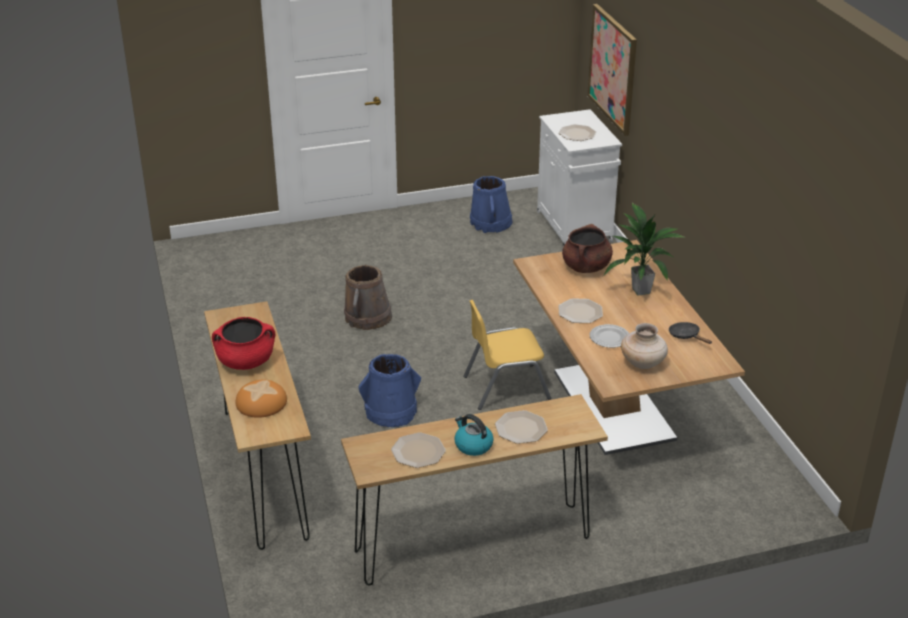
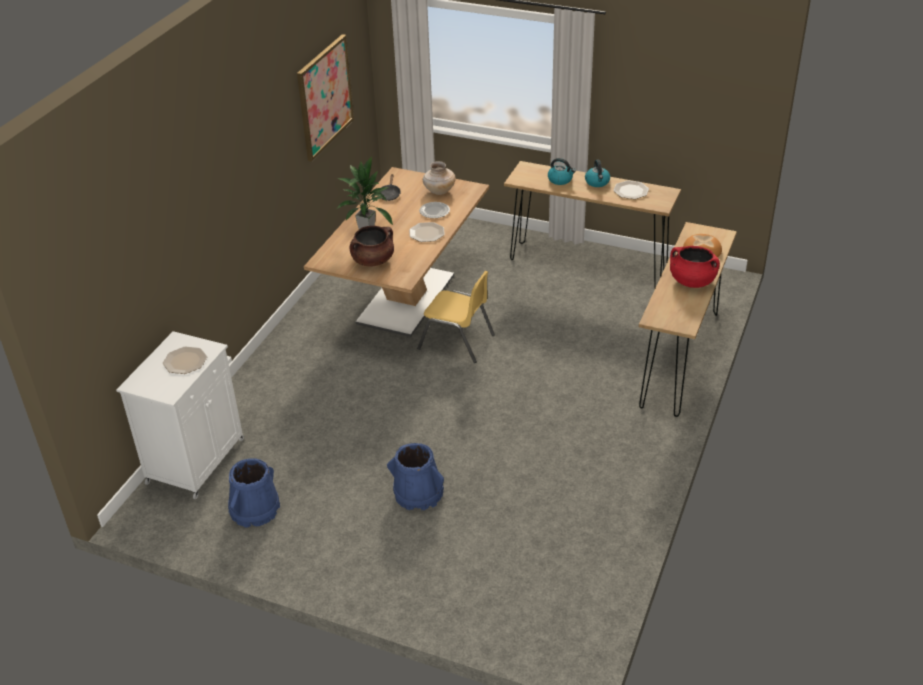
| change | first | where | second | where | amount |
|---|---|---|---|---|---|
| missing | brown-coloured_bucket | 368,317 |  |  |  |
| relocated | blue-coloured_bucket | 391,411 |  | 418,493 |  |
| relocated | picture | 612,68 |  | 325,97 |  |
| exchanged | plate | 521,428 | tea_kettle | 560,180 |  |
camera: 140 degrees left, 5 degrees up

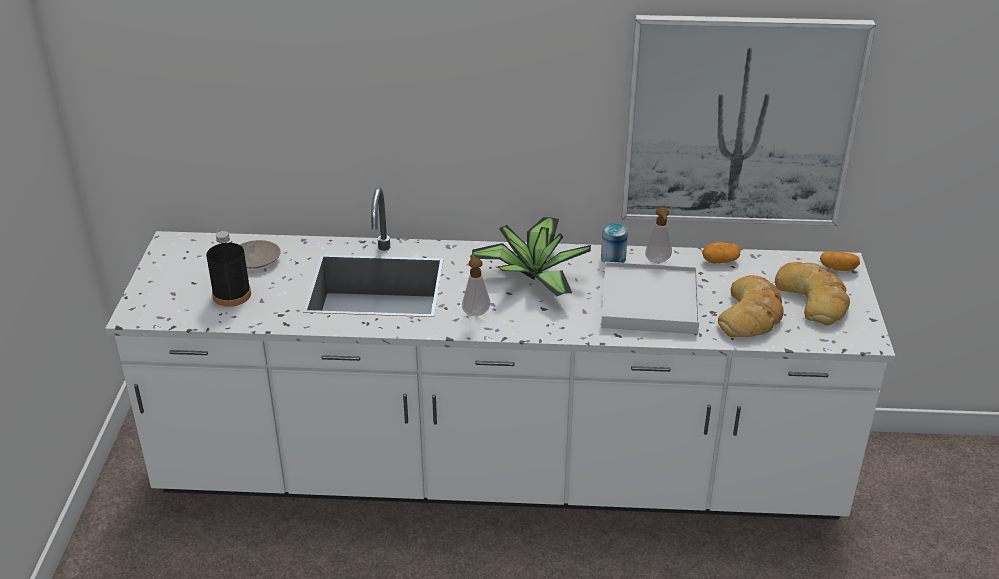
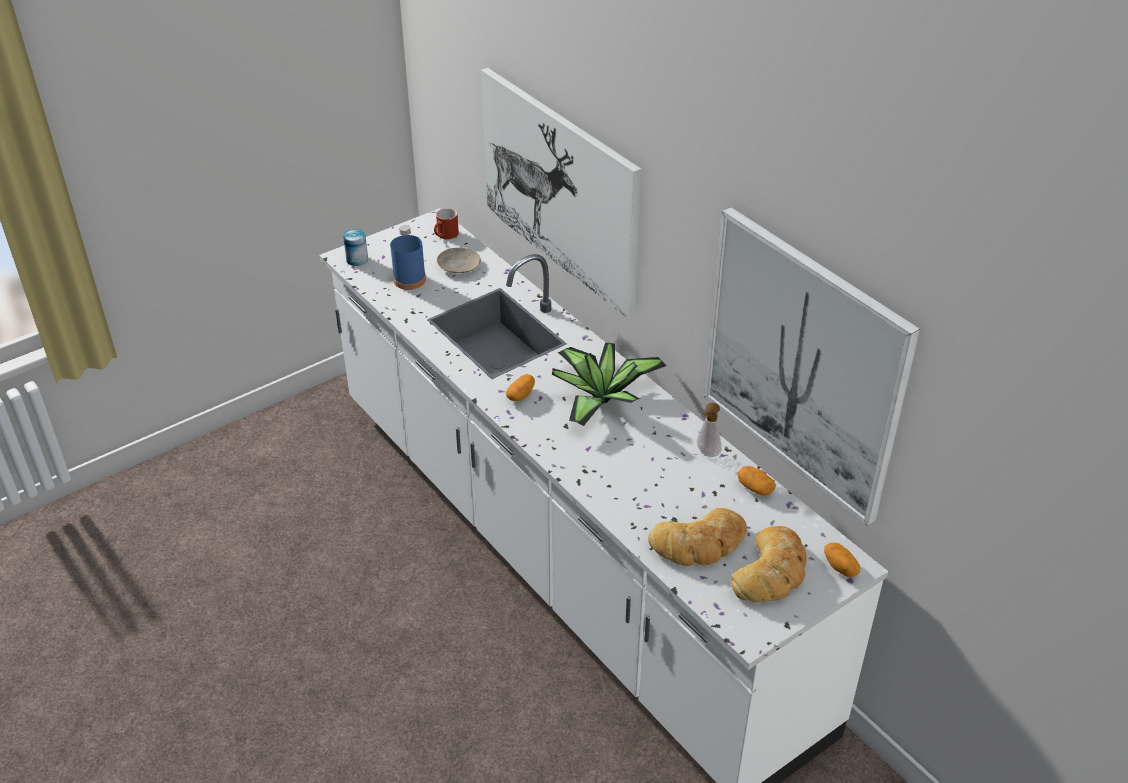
| change | first | where | second | where | amount |
|---|---|---|---|---|---|
| missing | white_carrying_tray | 649,303 |  |  |  |
| appeared |  |  | red_tea_mug | 446,236 |  |
| appeared |  |  | picture | 560,189 |  |
| relocated | metal_can | 613,258 |  | 357,259 |  |
| exchanged | soap_dispenser | 475,312 | spud | 521,395 |  |
| colour | blackish_bottle | 232,295 | blue-coloured_bottle | 409,280 |  |
camera: 50 degrees right, 5 degrees up

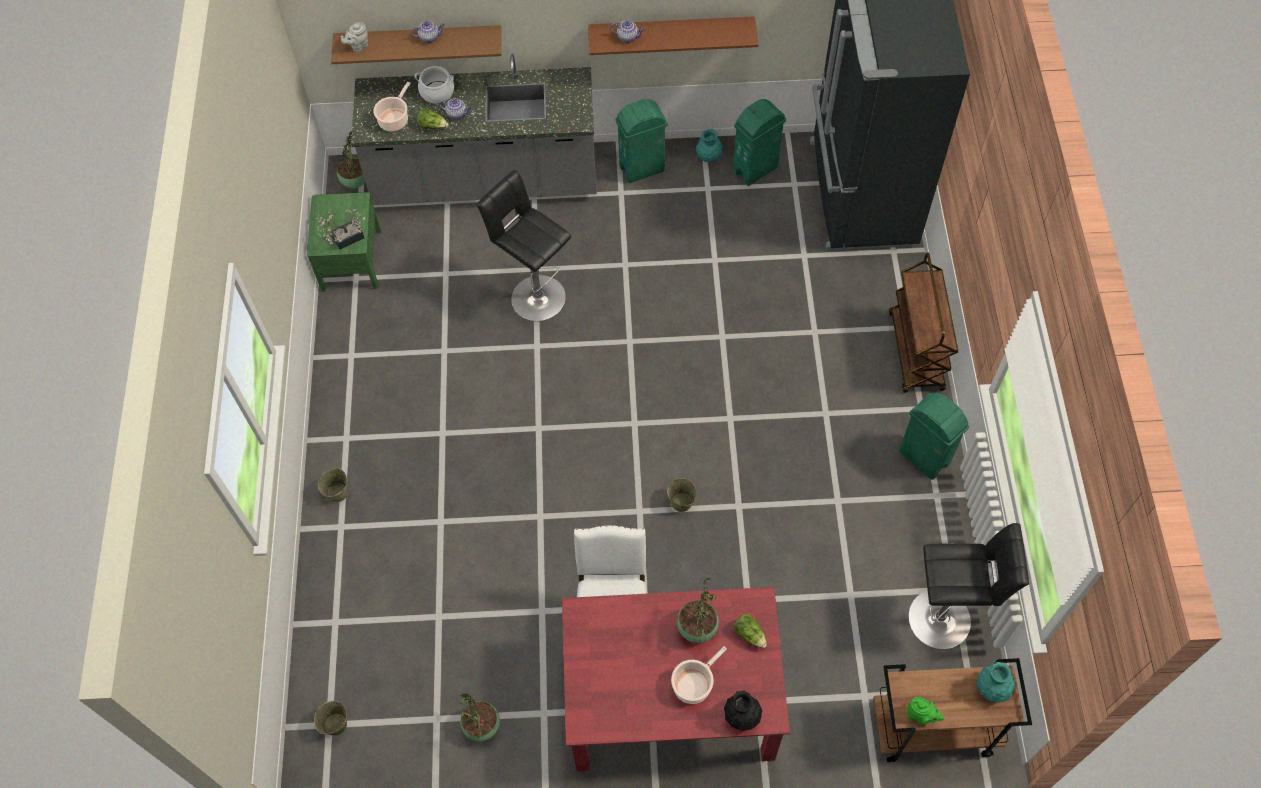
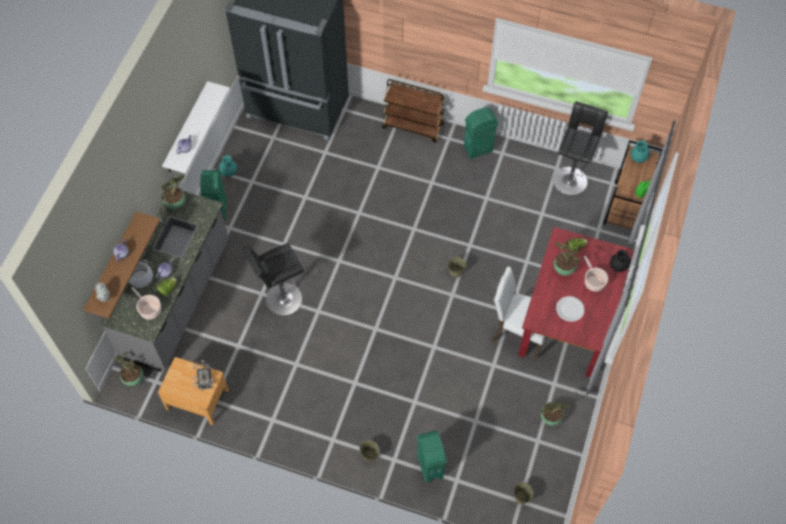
| change | first | where | second | where | amount |
|---|---|---|---|---|---|
| appeared |  |  | houseplant | 176,203 |  |
| appeared |  |  | white_plate | 570,309 |  |
| relocated | greenish_rubbish_bin | 755,169 |  | 430,466 |  |
| colour | greenish_bedside_table | 351,260 | brown-coloured_bedside_table | 197,399 |  |
| colour | brown-coloured_shelf | 671,32 | white_shelf | 186,128 |  |
camera: 70 degrees left, 0 degrees up

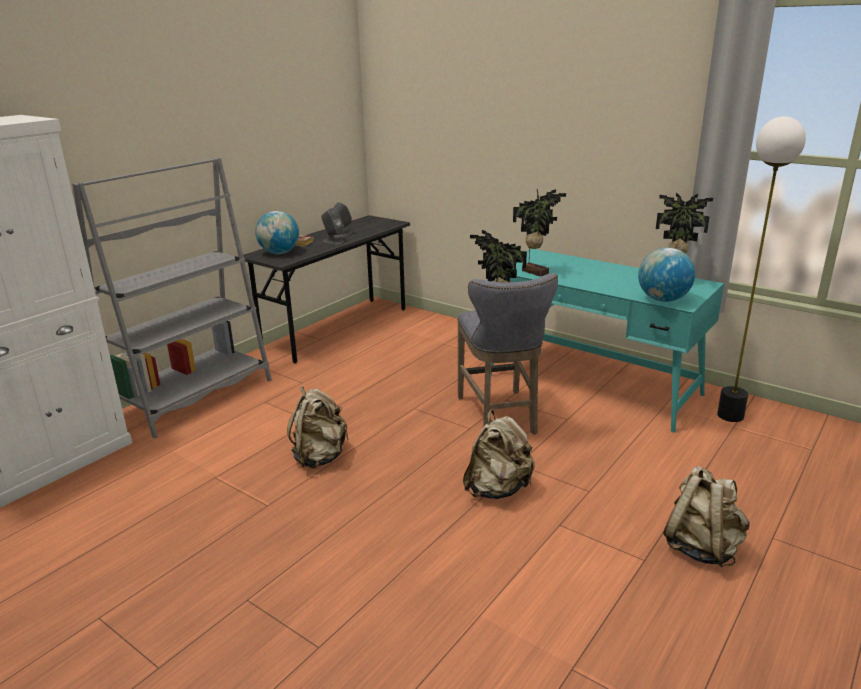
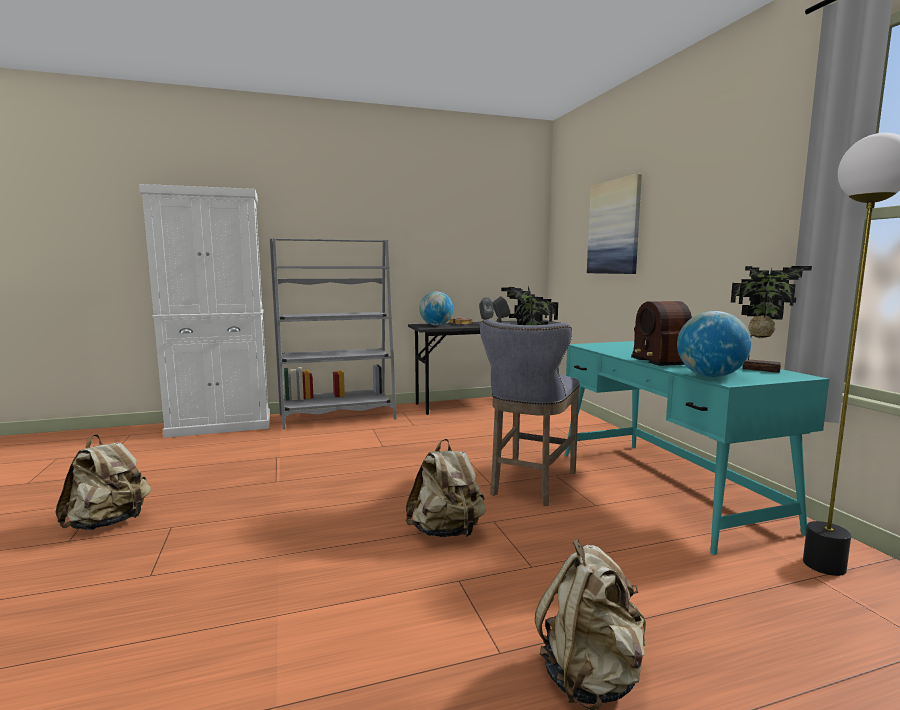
| change | first | where | second | where | amount |
|---|---|---|---|---|---|
| missing | houseplant | 535,272 |  |  |  |
| appeared |  |  | picture | 614,227 |  |
| appeared |  |  | radio_receiver | 666,360 |  |
| relocated | sand-coloured_knapsack | 320,457 |  | 109,523 |  |
camera: 35 degrees right, 15 degrees down

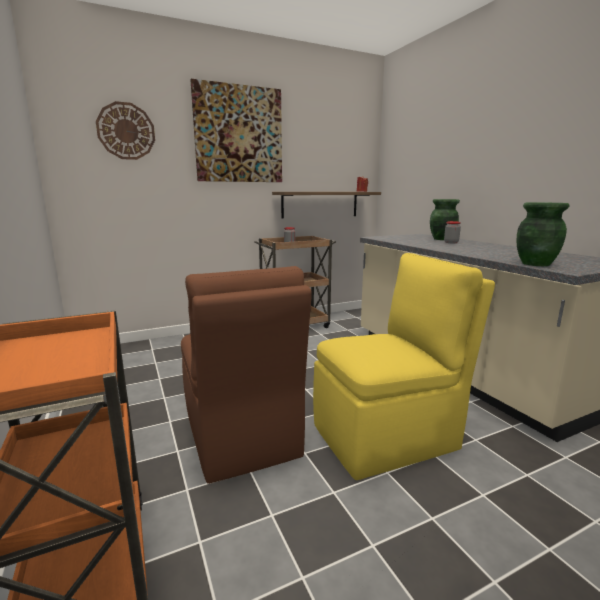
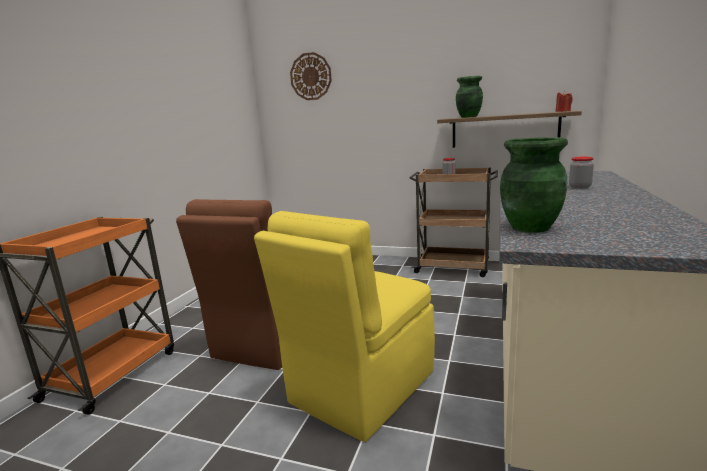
| change | first | where | second | where | amount |
|---|---|---|---|---|---|
| missing | picture | 239,134 |  |  |  |
| relocated | greenish_flower_vase | 442,239 |  | 468,117 |  |
| spun | yellow-coloured_upright_chair | 388,436 |  | 360,388 | 105 degrees clockwise |
camera: 45 degrees right, 0 degrees up

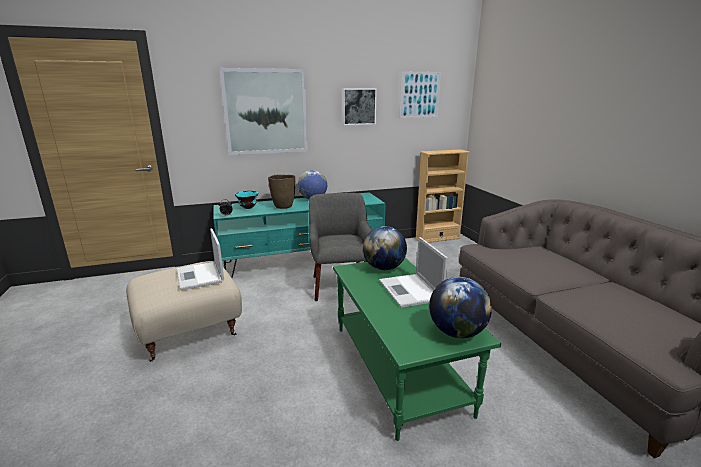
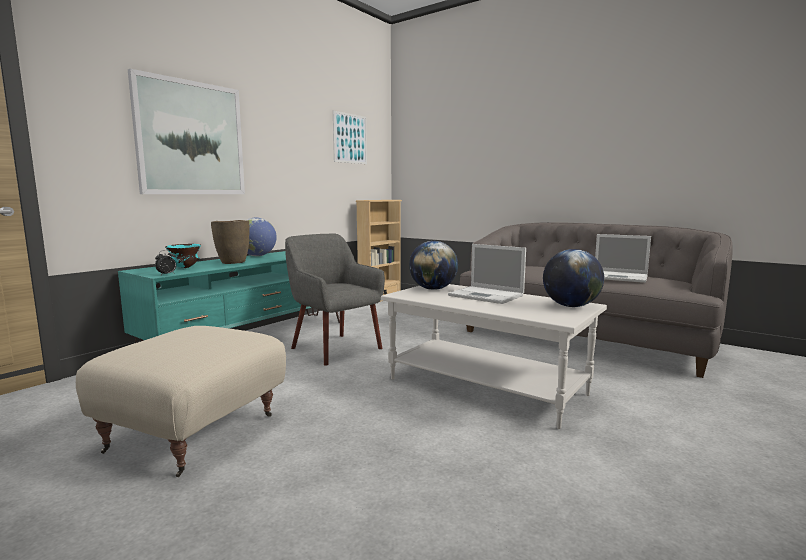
| change | first | where | second | where | amount |
|---|---|---|---|---|---|
| missing | picture | 358,106 |  |  |  |
| relocated | portable_computer | 200,276 |  | 619,277 |  |
| colour | greenish_lounge_table | 399,368 | white_lounge_table | 487,386 |  |
camera: 35 degrees left, 10 degrees down

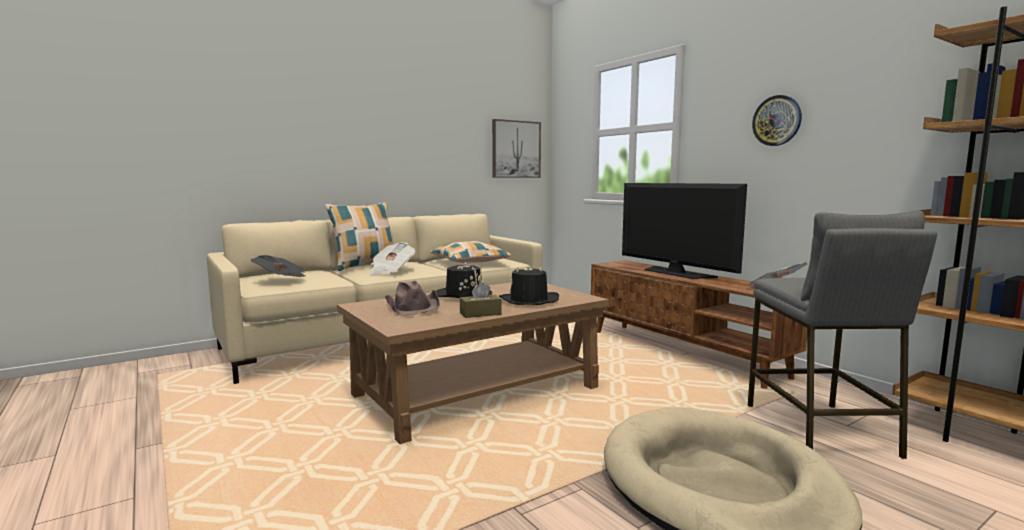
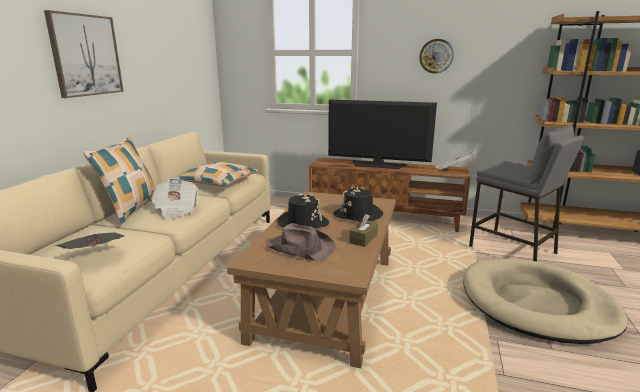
| change | first | where | second | where | amount |
|---|---|---|---|---|---|
| relocated | picture | 516,149 |  | 85,55 |  |
camera: 40 degrees left, 10 degrees up

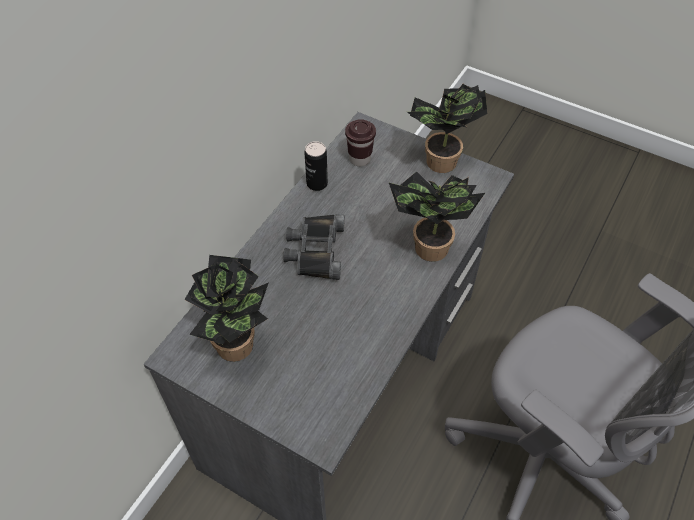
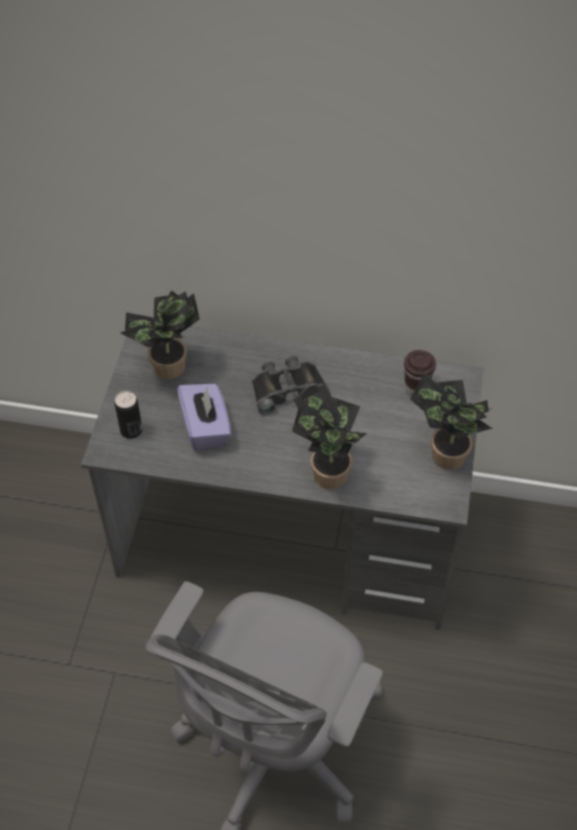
| change | first | where | second | where | amount |
|---|---|---|---|---|---|
| appeared |  |  | purple_tissue_box | 205,428 |  |
| relocated | metal_can | 317,183 |  | 131,430 |  |
camera: 70 degrees right, 0 degrees up

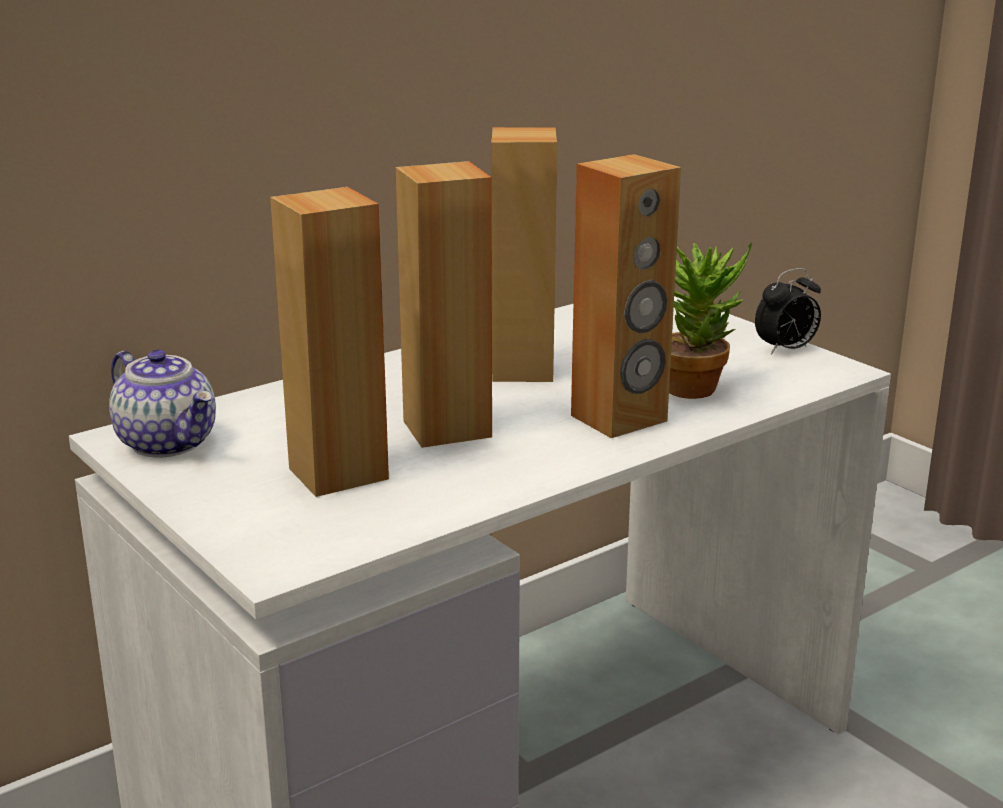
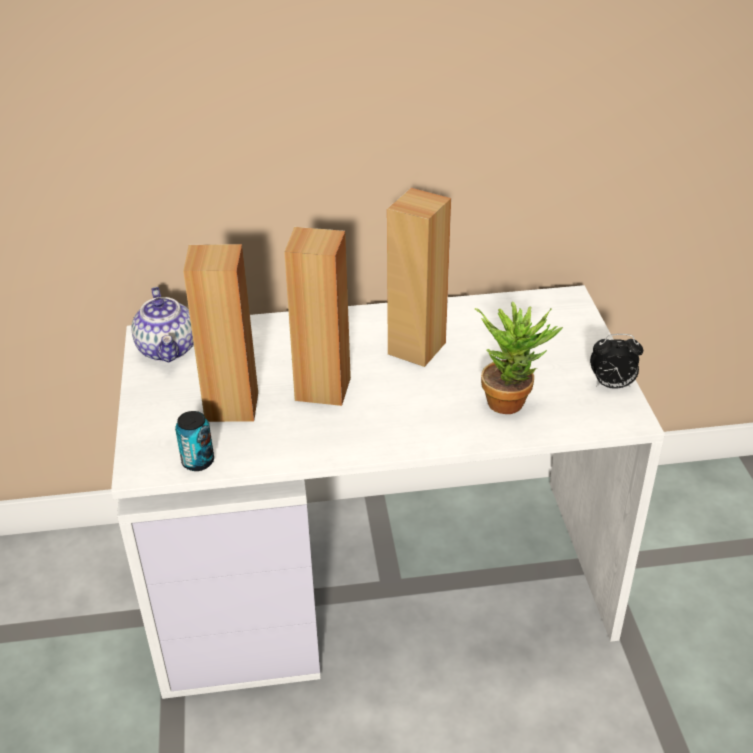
| change | first | where | second | where | amount |
|---|---|---|---|---|---|
| missing | brown-coloured_loudspeaker | 619,419 |  |  |  |
| appeared |  |  | metal_can | 198,461 |  |
camera: 30 degrees right, 15 degrees up

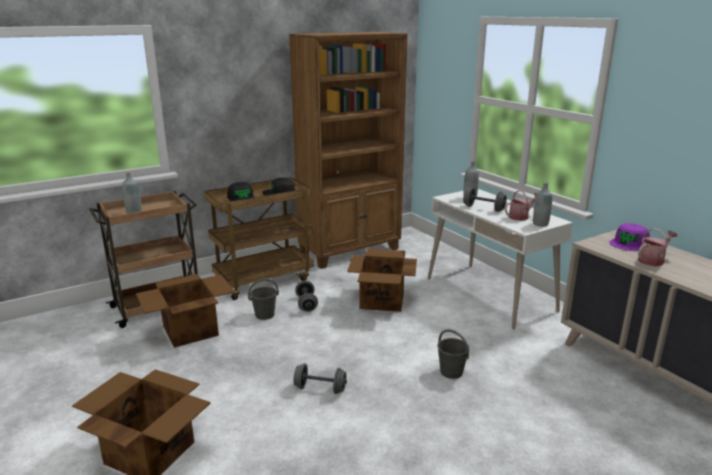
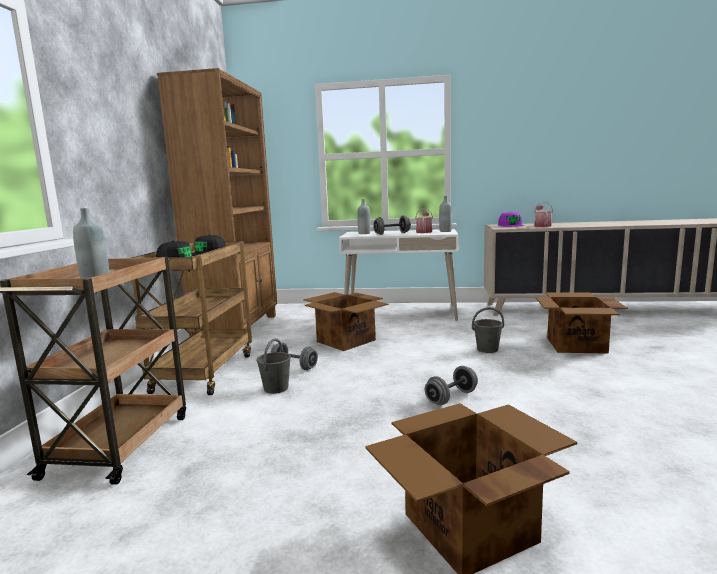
| change | first | where | second | where | amount |
|---|---|---|---|---|---|
| relocated | packing_box | 189,331 |  | 576,345 |  |
camera: 50 degrees left, 10 degrees down

